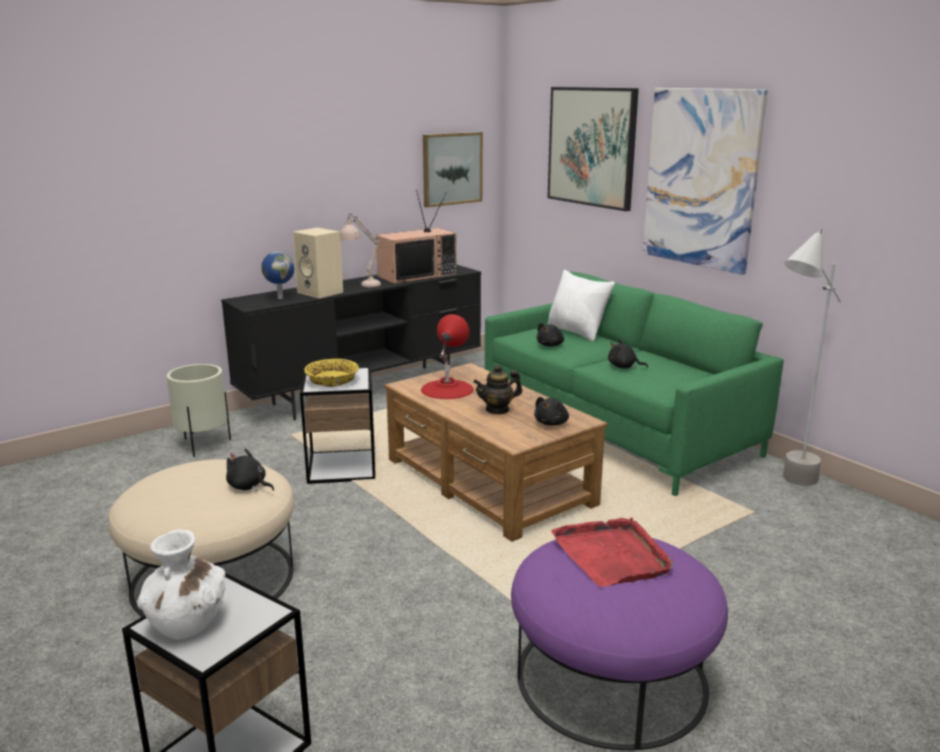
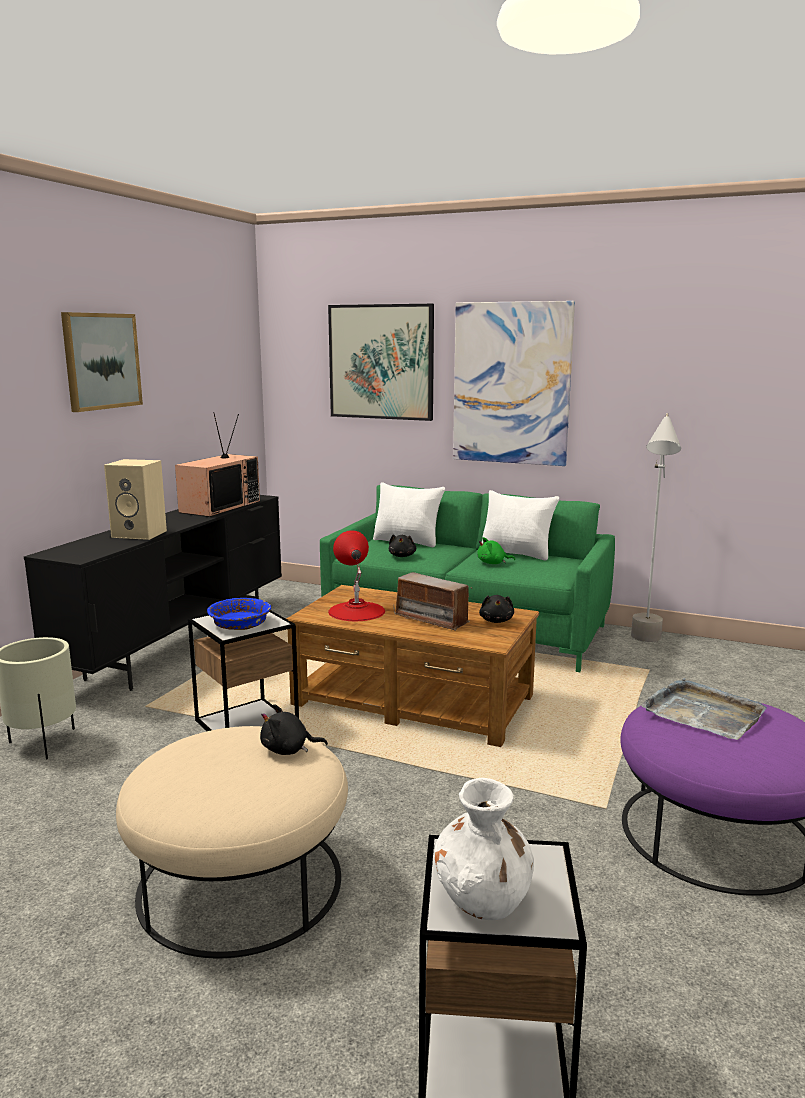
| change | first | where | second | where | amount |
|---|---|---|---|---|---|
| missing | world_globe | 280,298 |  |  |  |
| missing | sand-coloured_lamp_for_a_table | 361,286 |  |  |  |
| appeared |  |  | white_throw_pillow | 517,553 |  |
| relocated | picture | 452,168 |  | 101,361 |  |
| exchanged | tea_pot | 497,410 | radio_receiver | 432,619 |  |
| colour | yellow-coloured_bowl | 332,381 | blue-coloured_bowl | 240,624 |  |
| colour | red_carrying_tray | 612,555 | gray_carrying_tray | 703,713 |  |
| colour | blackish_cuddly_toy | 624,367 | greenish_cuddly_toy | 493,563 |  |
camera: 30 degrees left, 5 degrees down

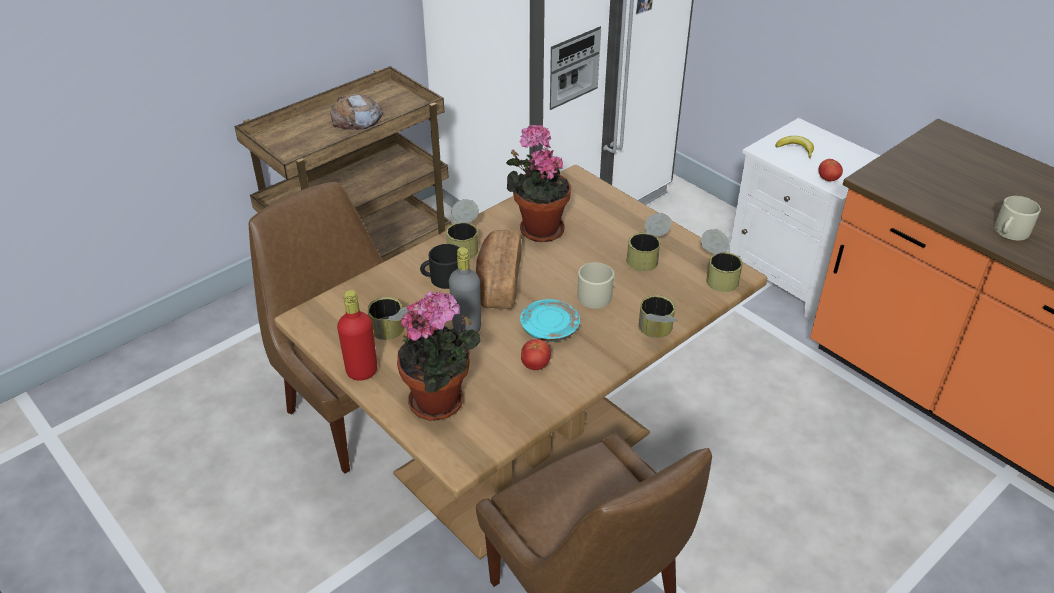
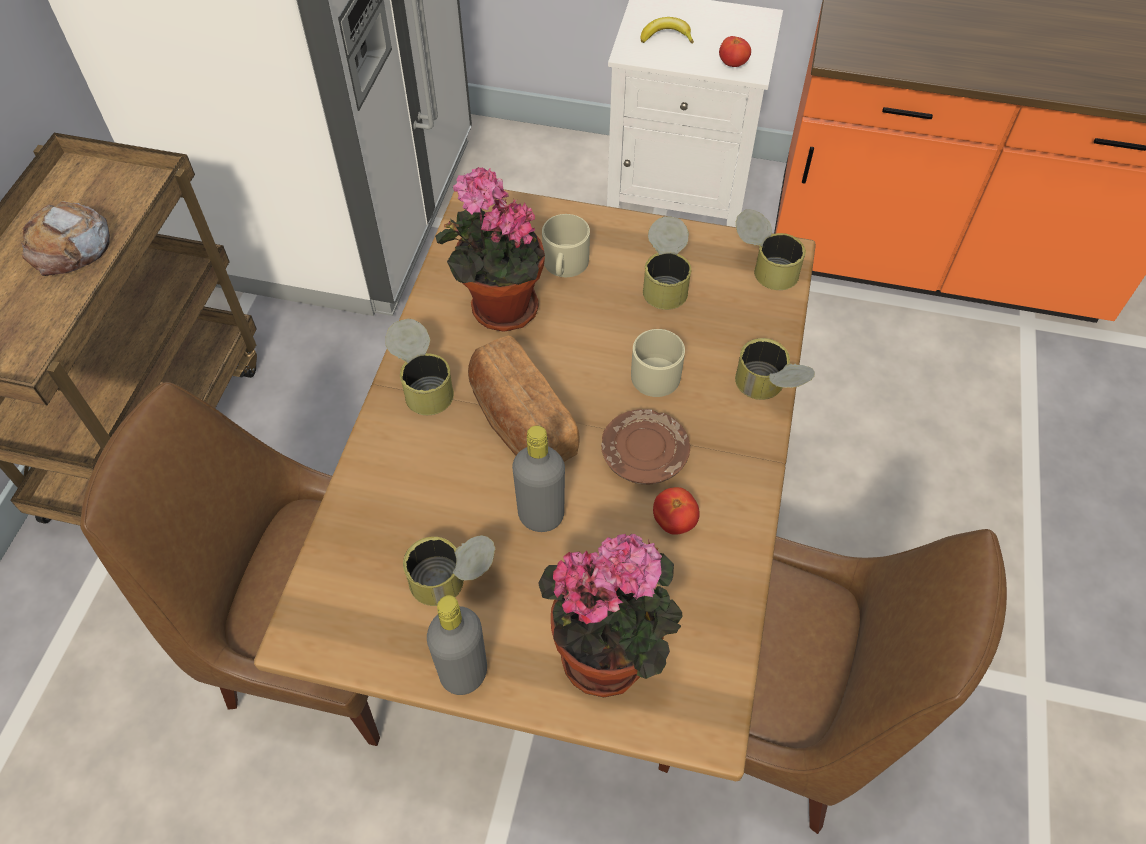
| change | first | where | second | where | amount |
|---|---|---|---|---|---|
| missing | blackish_tea_mug | 442,278 |  |  |  |
| relocated | sand-coloured_tea_mug | 1009,232 |  | 564,265 |  |
| colour | red_bottle | 362,371 | gray_bottle | 464,673 |  |
| colour | turquoise_plate | 549,328 | brown-coloured_plate | 643,456 |  |
camera: 35 degrees left, 15 degrees up

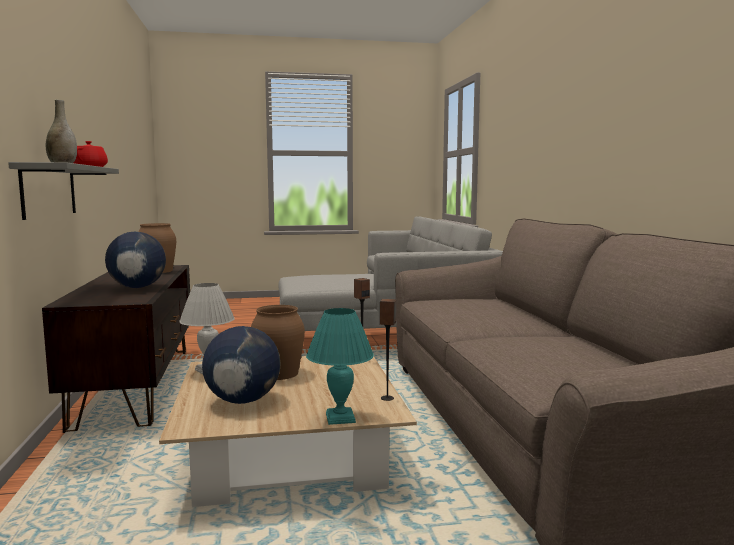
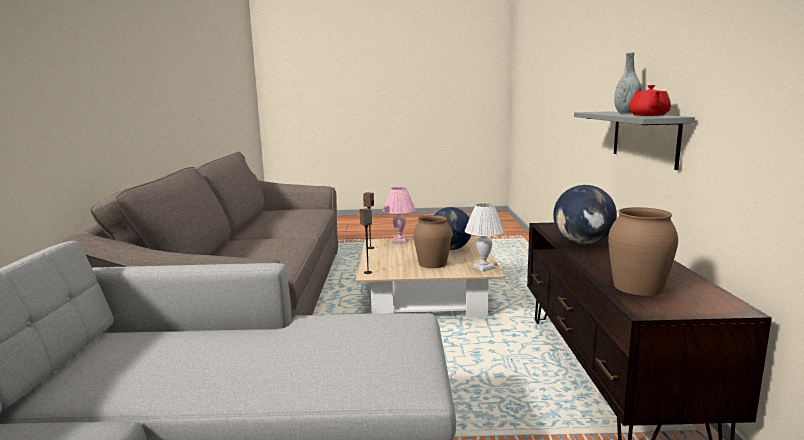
| change | first | where | second | where | amount |
|---|---|---|---|---|---|
| colour | turquoise_lamp_for_a_table | 341,418 | pinkish_lamp_for_a_table | 399,241 |  |
camera: 170 degrees left, 5 degrees up

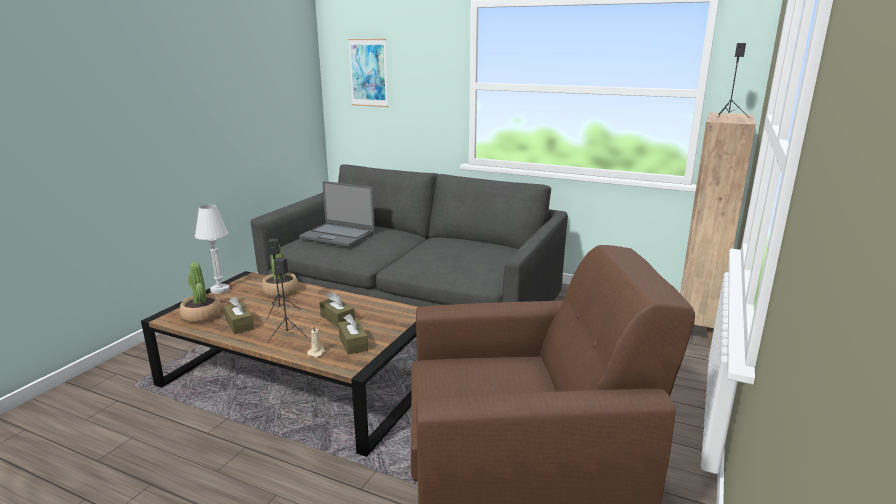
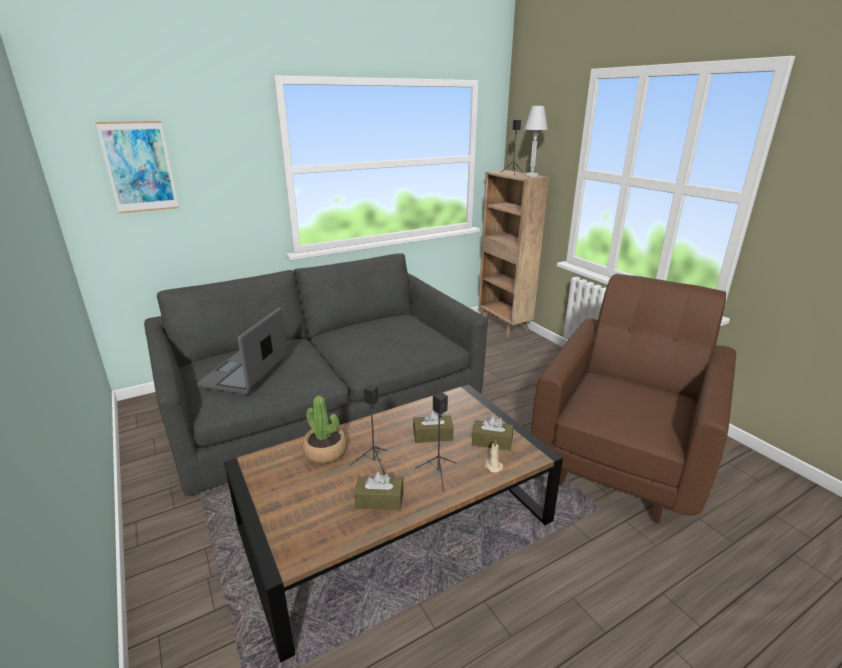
| change | first | where | second | where | amount |
|---|---|---|---|---|---|
| missing | houseplant | 201,316 |  |  |  |
| relocated | white_lamp_for_a_table | 220,290 |  | 531,176 |  |
| spun | portable_computer | 338,236 |  | 246,373 | 135 degrees clockwise |
camera: 55 degrees left, 5 degrees up

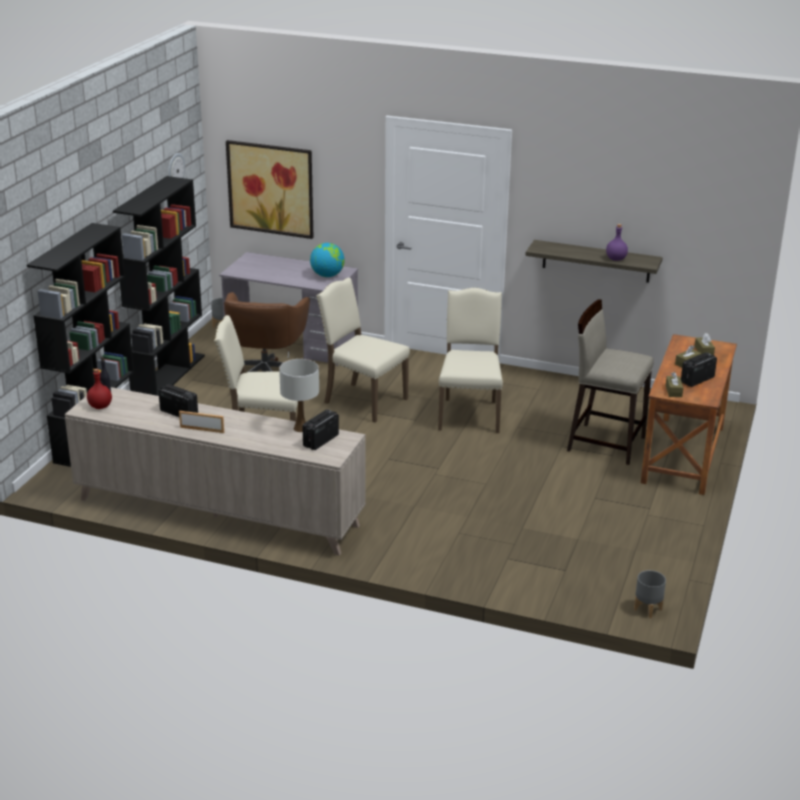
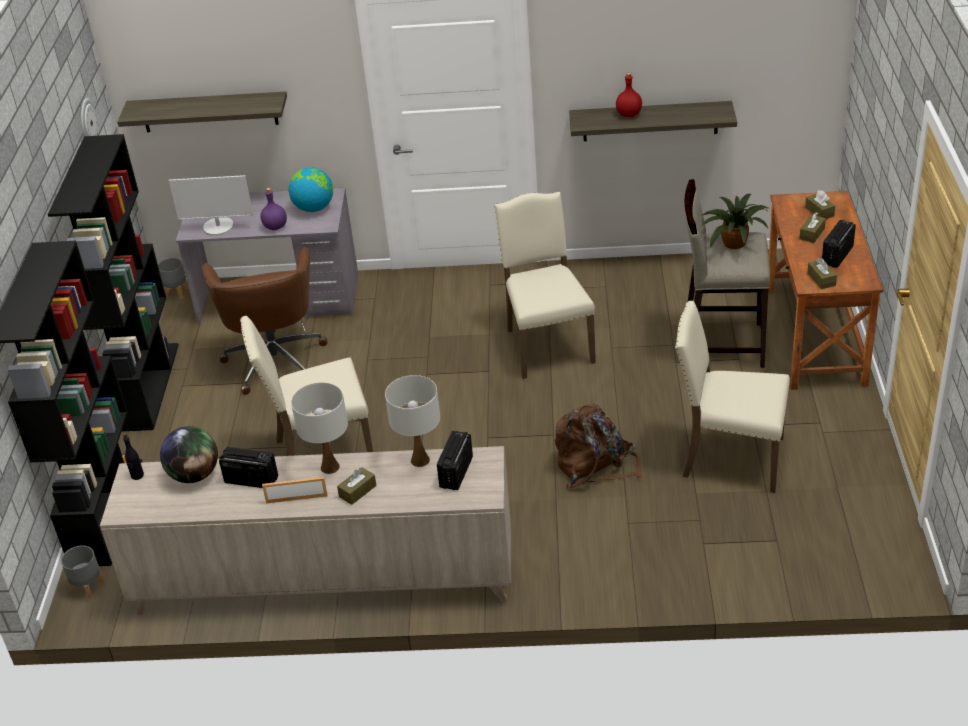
| change | first | where | second | where | amount |
|---|---|---|---|---|---|
| appeared |  |  | world_globe | 194,475 |  |
| appeared |  |  | computer_display | 218,227 |  |
| appeared |  |  | white_lamp_for_a_table | 330,467 |  |
| appeared |  |  | brown-coloured_tissue_box | 357,491 |  |
| appeared |  |  | brown-coloured_knapsack | 595,465 |  |
| appeared |  |  | houseplant | 734,244 |  |
| relocated | red_bottle | 100,406 |  | 628,114 |  |
| relocated | sand-coloured_upright_chair | 363,401 |  | 730,458 |  |
| relocated | purple_bottle | 616,259 |  | 276,227 |  |
| relocated | gray_plant_pot | 648,609 |  | 89,588 |  |
| exchanged | picture | 271,188 | shelf | 209,112 |  |
camera: 15 degrees left, 10 degrees up

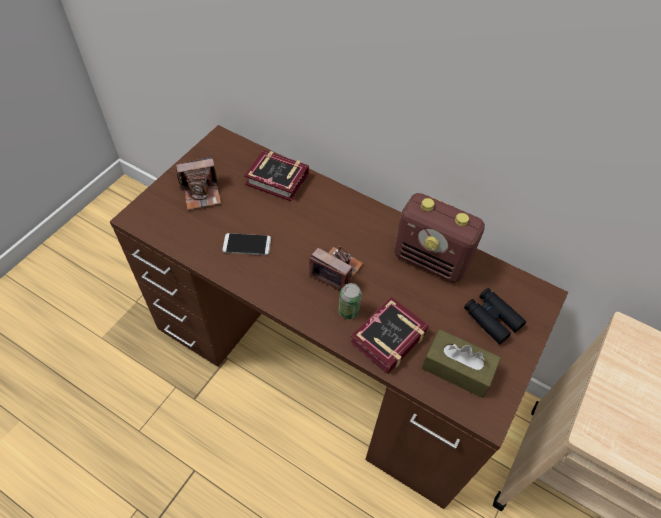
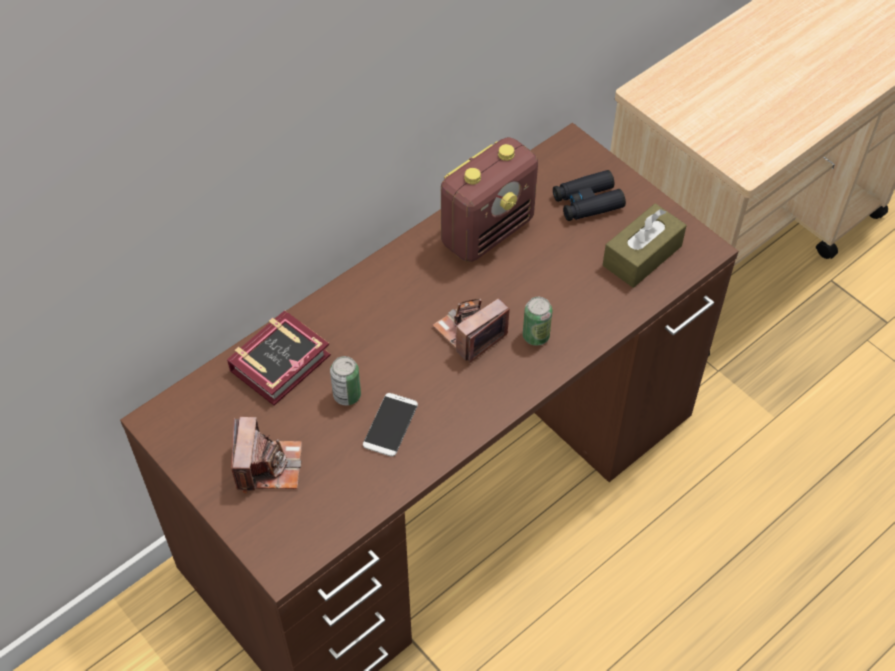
| change | first | where | second | where | amount |
|---|---|---|---|---|---|
| missing | bound_book | 385,339 |  |  |  |
| appeared |  |  | metal_can | 347,395 |  |
camera: 70 degrees left, 0 degrees up

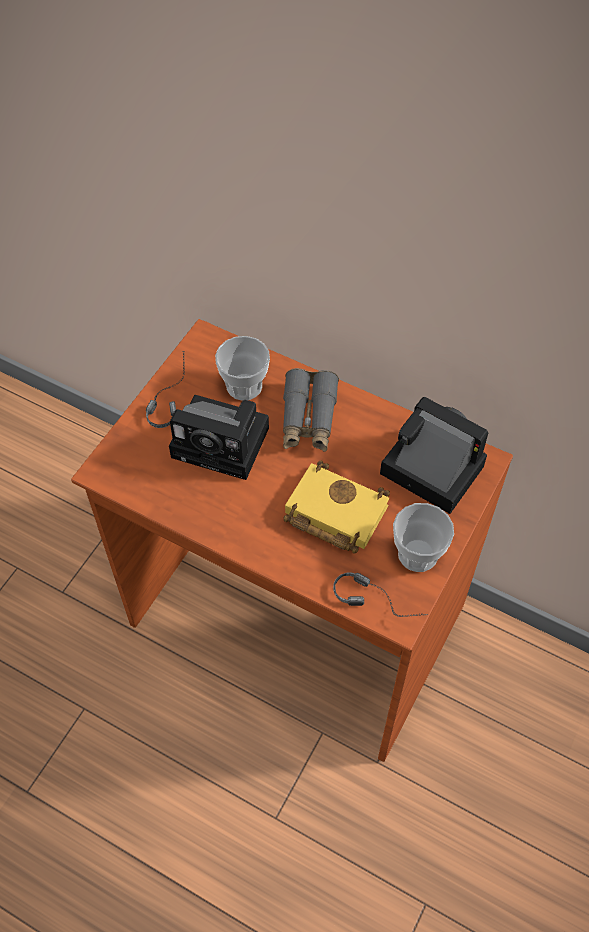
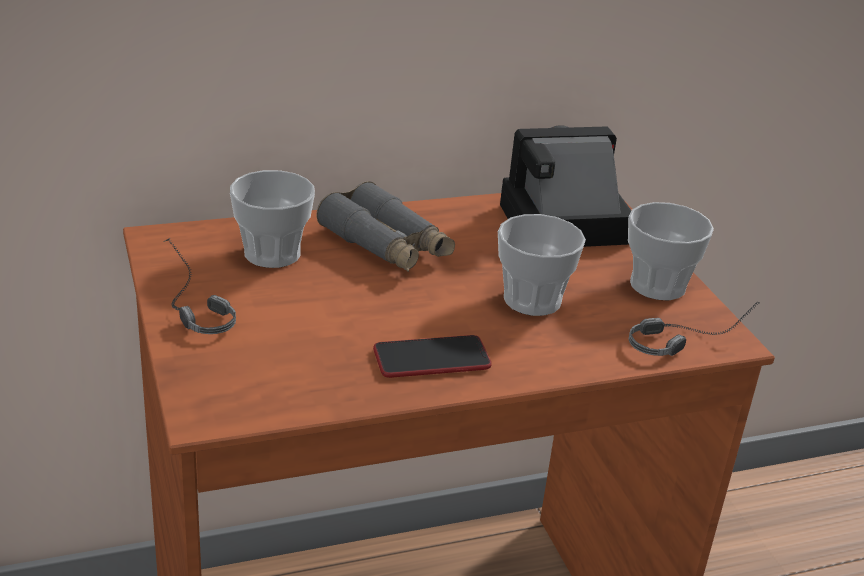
| change | first | where | second | where | amount |
|---|---|---|---|---|---|
| missing | still_camera | 225,443 |  |  |  |
| appeared |  |  | handset | 431,359 |  |
| exchanged | yellow-coloured_bound_book | 332,513 | drinking_cup | 532,300 |  |
camera: 50 degrees left, 25 degrees down

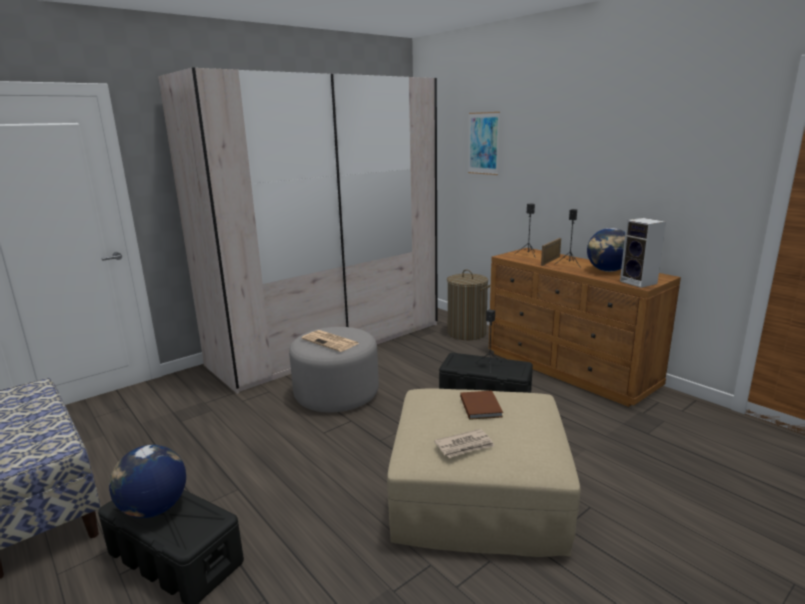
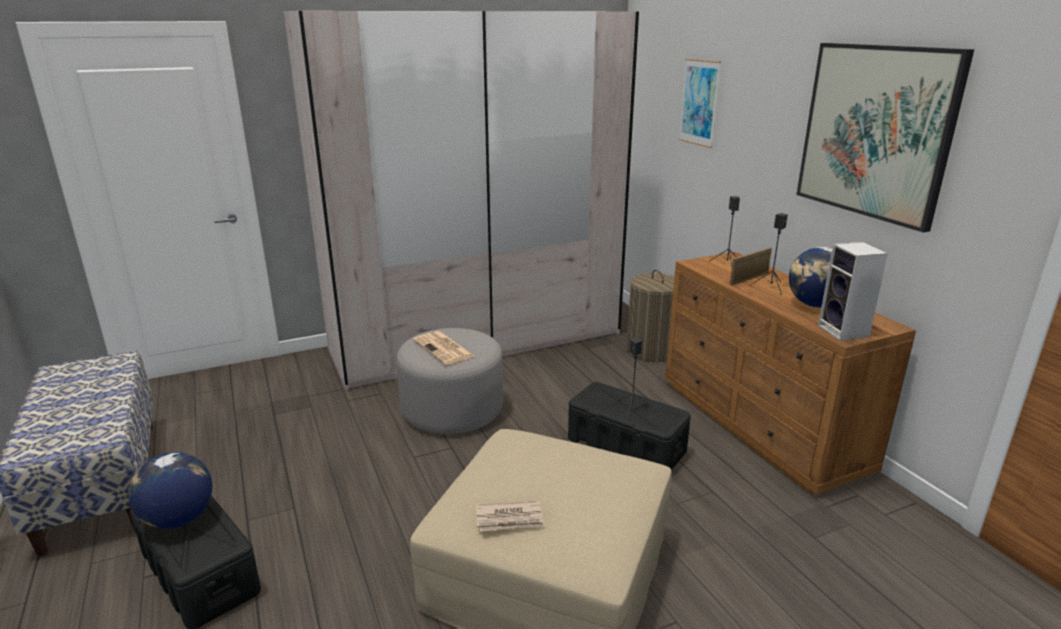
| change | first | where | second | where | amount |
|---|---|---|---|---|---|
| missing | brown-coloured_bound_book | 481,406 |  |  |  |
| appeared |  |  | picture | 875,132 |  |
camera: 15 degrees right, 5 degrees up

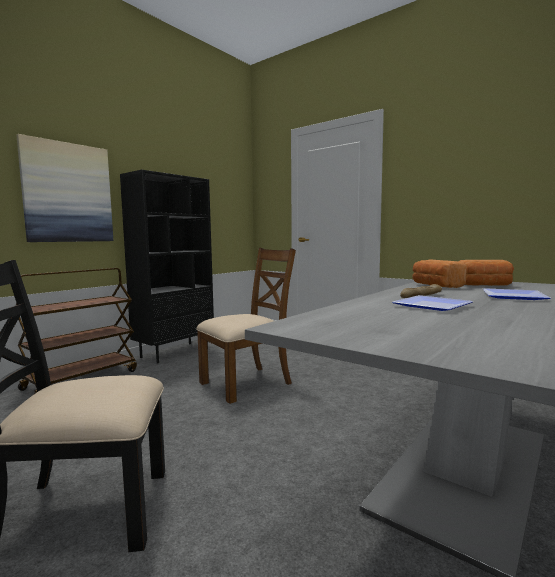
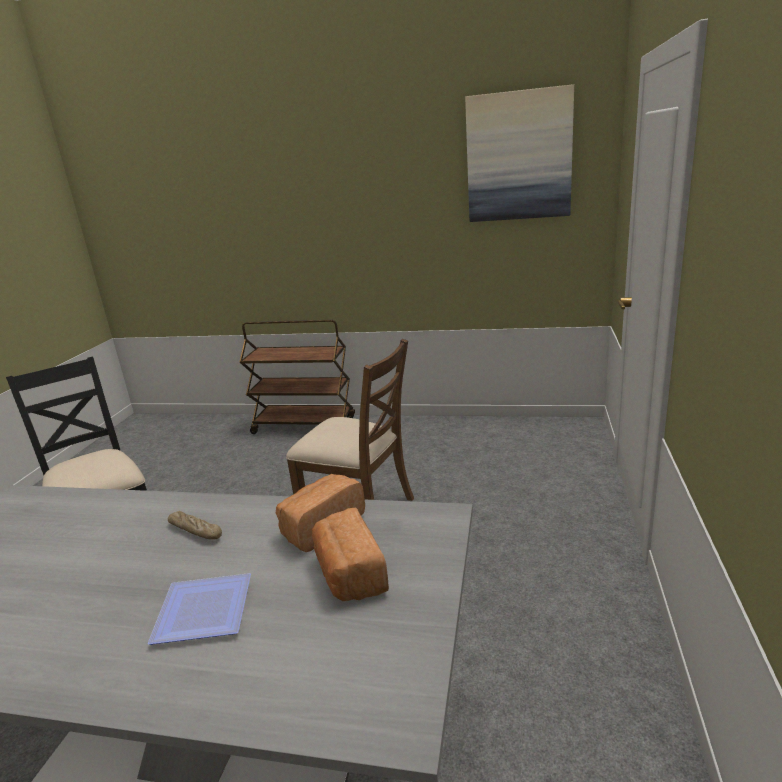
| change | first | where | second | where | amount |
|---|---|---|---|---|---|
| missing | blackish_bookshelf | 175,352 |  |  |  |
| missing | plate | 429,306 |  |  |  |
| relocated | picture | 68,193 |  | 518,157 |  |
camera: 65 degrees right, 15 degrees up

